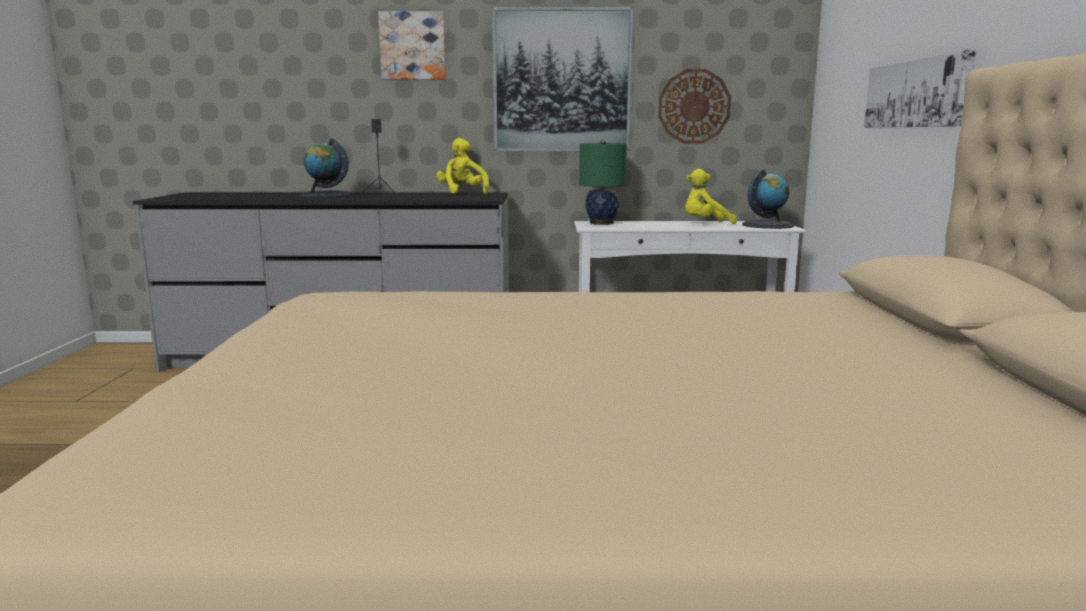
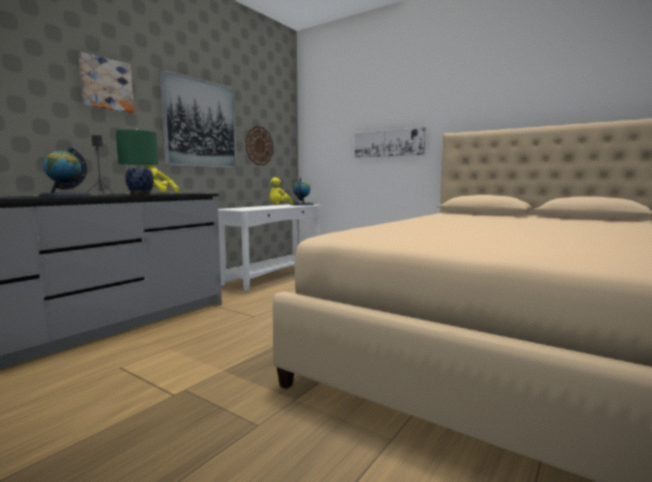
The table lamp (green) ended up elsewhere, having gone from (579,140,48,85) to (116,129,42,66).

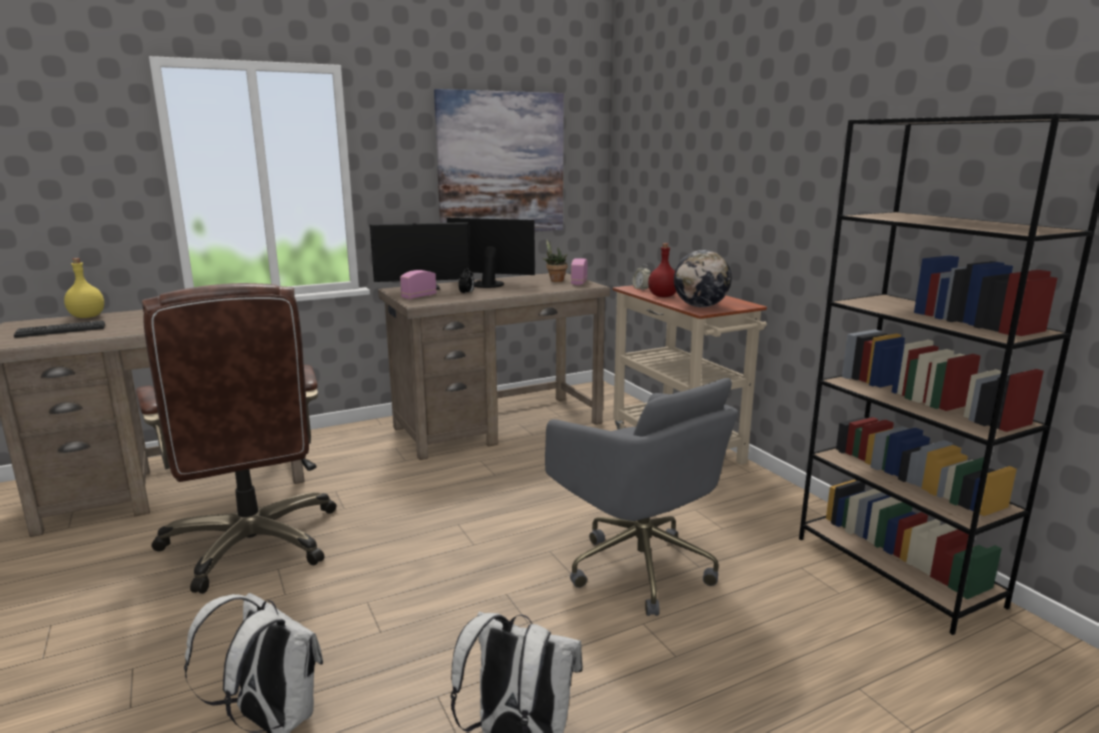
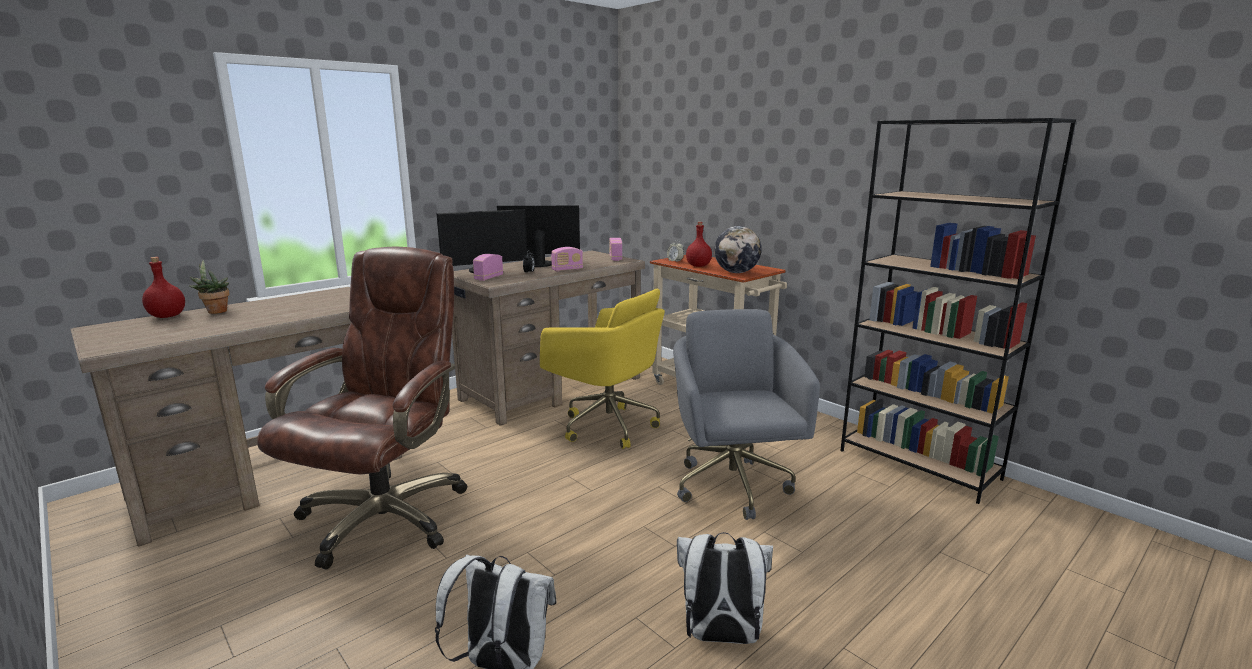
What was the bottle (yellow) at (64,258,40,60) turned into the bottle (red) at (142,257,43,61). The potted plant ended up elsewhere, having gone from (543,239,25,43) to (190,260,40,54). The office chair (brown) at (135,283,202,311) ended up facing another way, 120 degrees counterclockwise from before. The second view gained the office chair (yellow) at (540,289,125,160). The second view gained the radio at (551,247,32,24). The office chair (grey) at (545,378,193,238) ended up facing another way, 135 degrees counterclockwise from before. The second view lost the keyboard at (14,320,91,18). The second view lost the picture at (434,89,130,143).

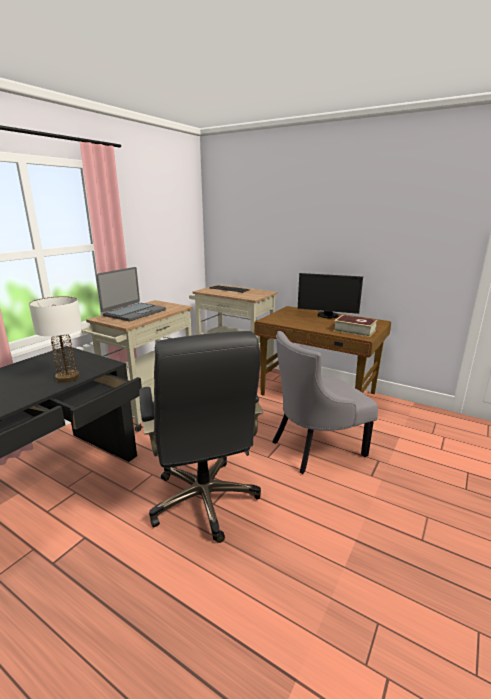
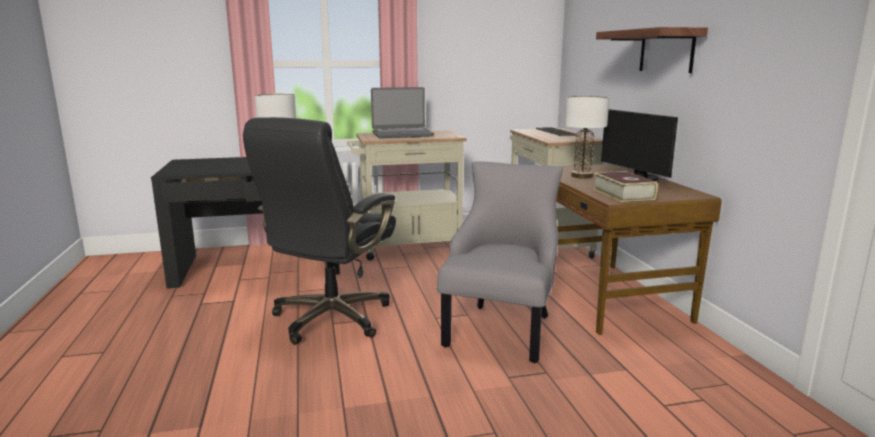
The chair (grey) at (272,331,106,143) ended up facing another way, 90 degrees clockwise from before. The second view gained the table lamp at (565,96,44,83). The second view gained the shelf at (596,27,112,46).

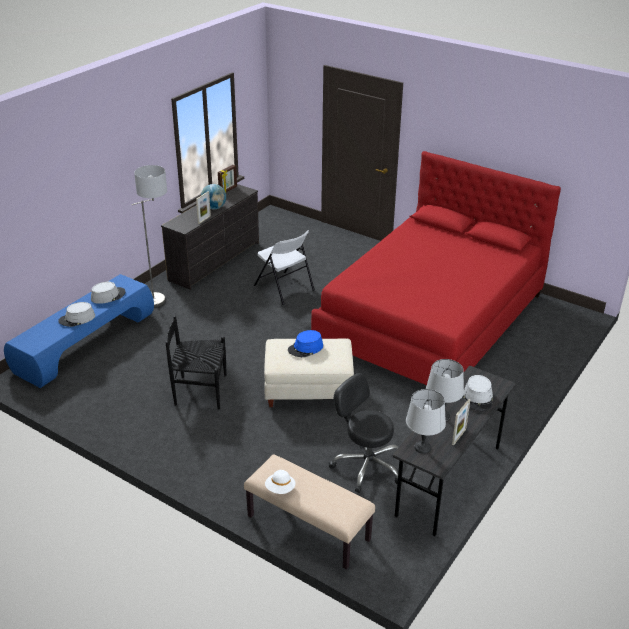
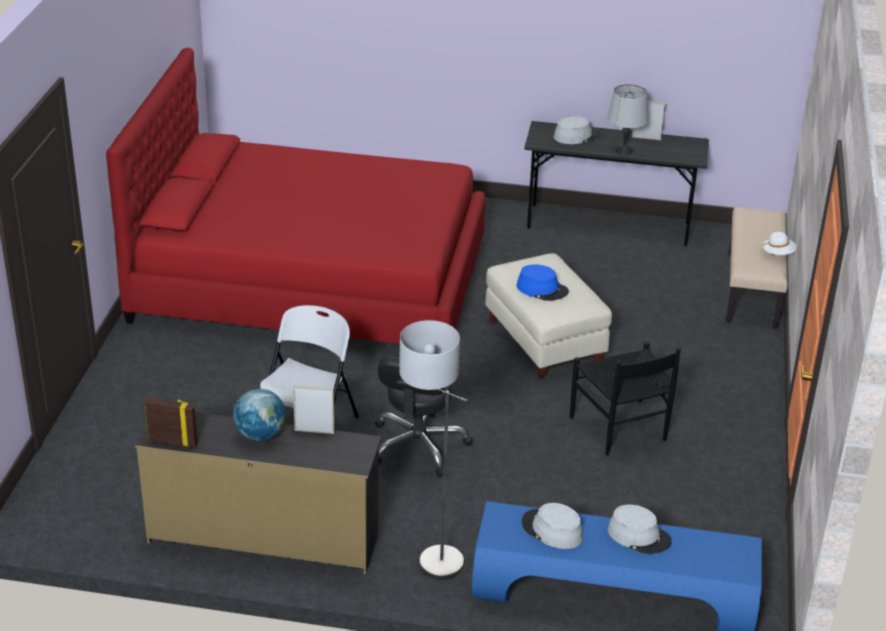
The office chair (black) ended up elsewhere, having gone from (329,373,73,120) to (375,357,98,120). The second view lost the table lamp (grey) at (406,389,40,65).

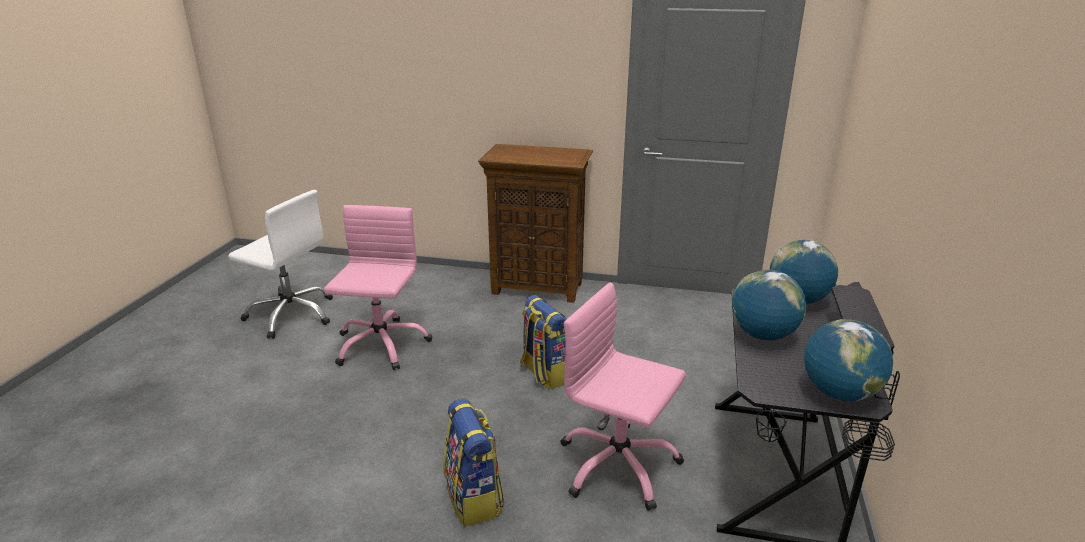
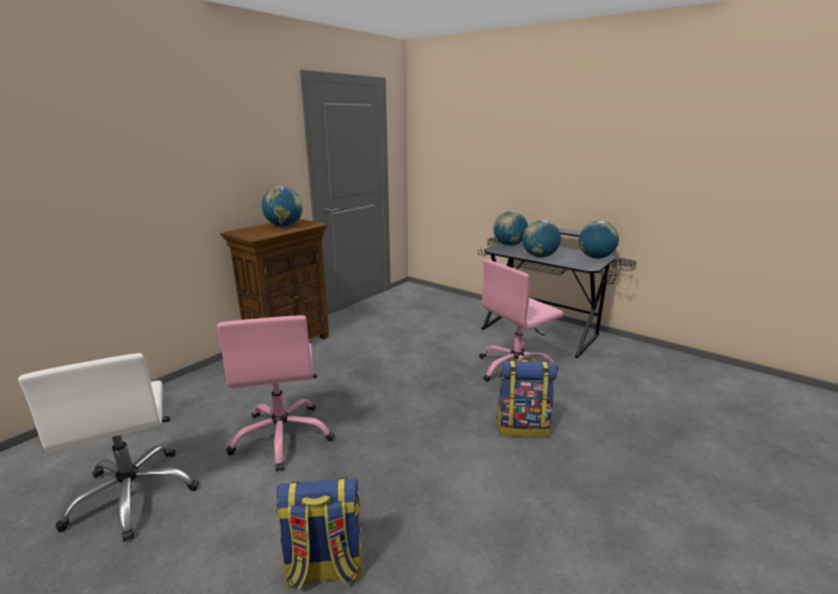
The office chair (white) at (228,190,105,149) ended up facing another way, 105 degrees clockwise from before. The office chair (pink) at (324,205,108,165) ended up facing another way, 135 degrees counterclockwise from before. The second view gained the globe at (262,186,41,41). The backpack ended up elsewhere, having gone from (520,295,46,95) to (276,478,87,112).

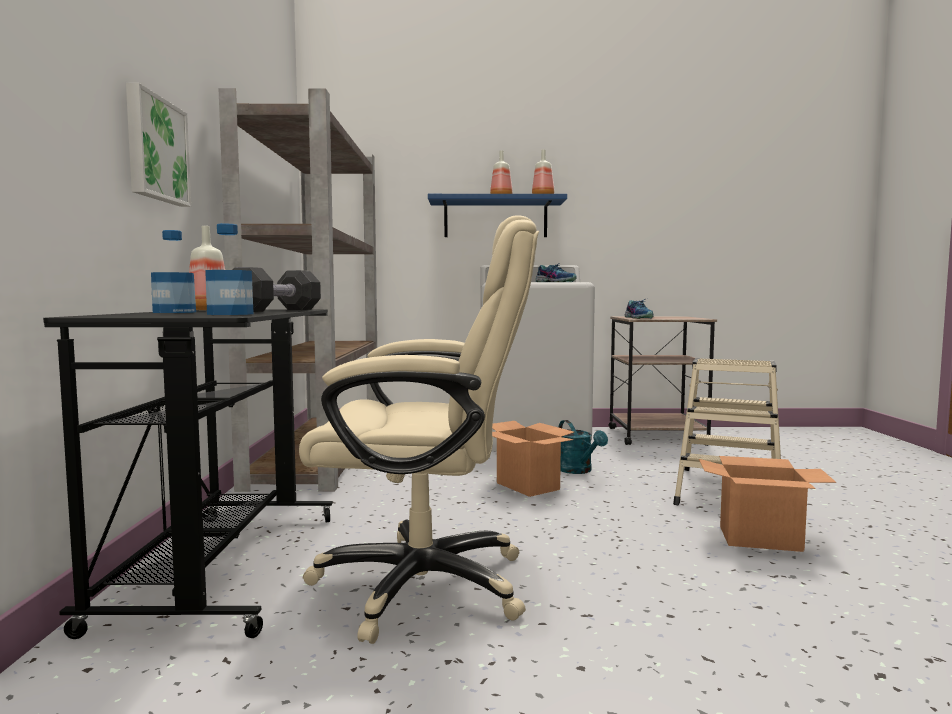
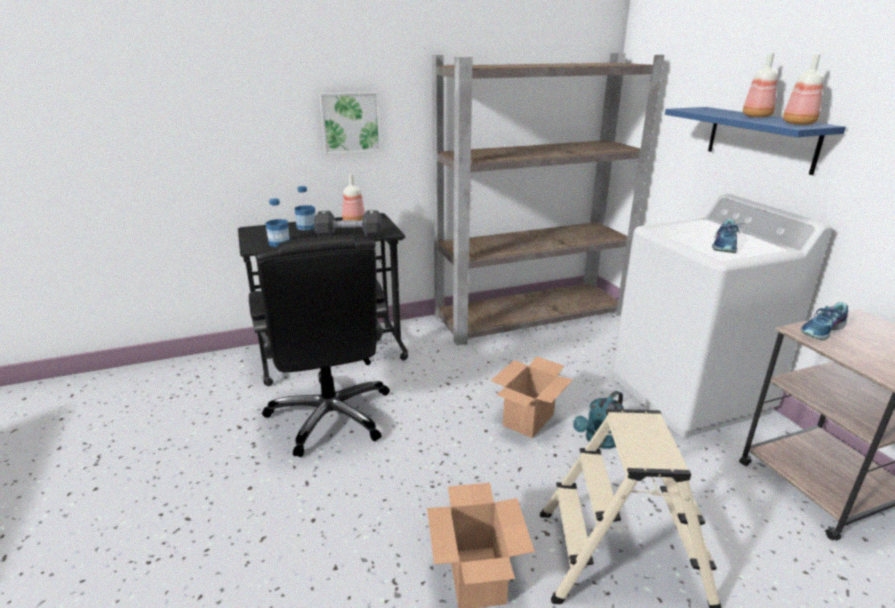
What was the office chair (beige) at (299,215,240,429) turned into the office chair (black) at (249,235,141,222).

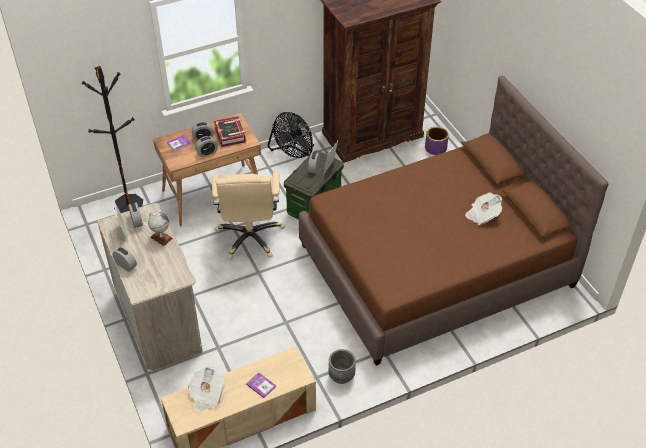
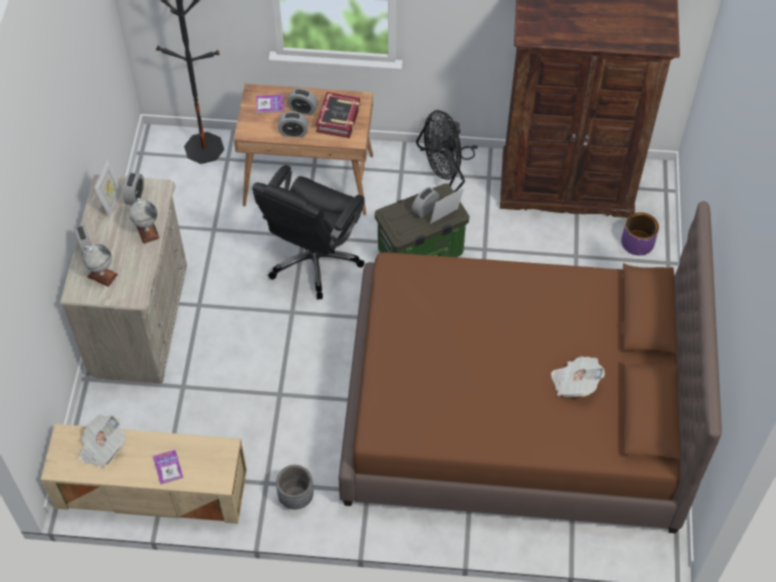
The second view gained the globe at (82,244,36,43). What was the office chair (beige) at (212,171,73,89) turned into the office chair (black) at (252,165,113,134).

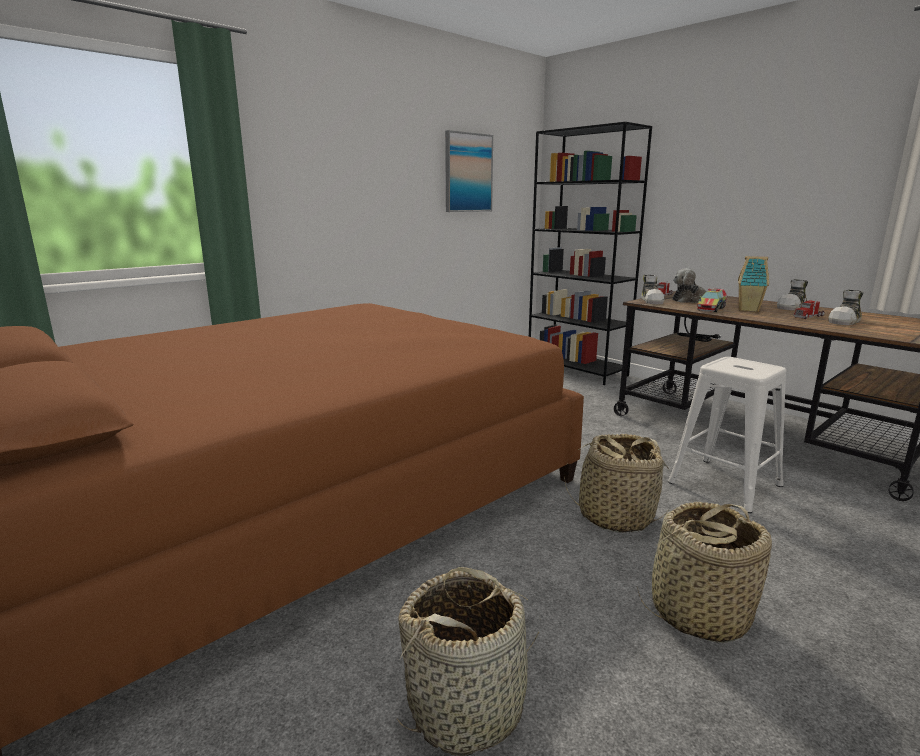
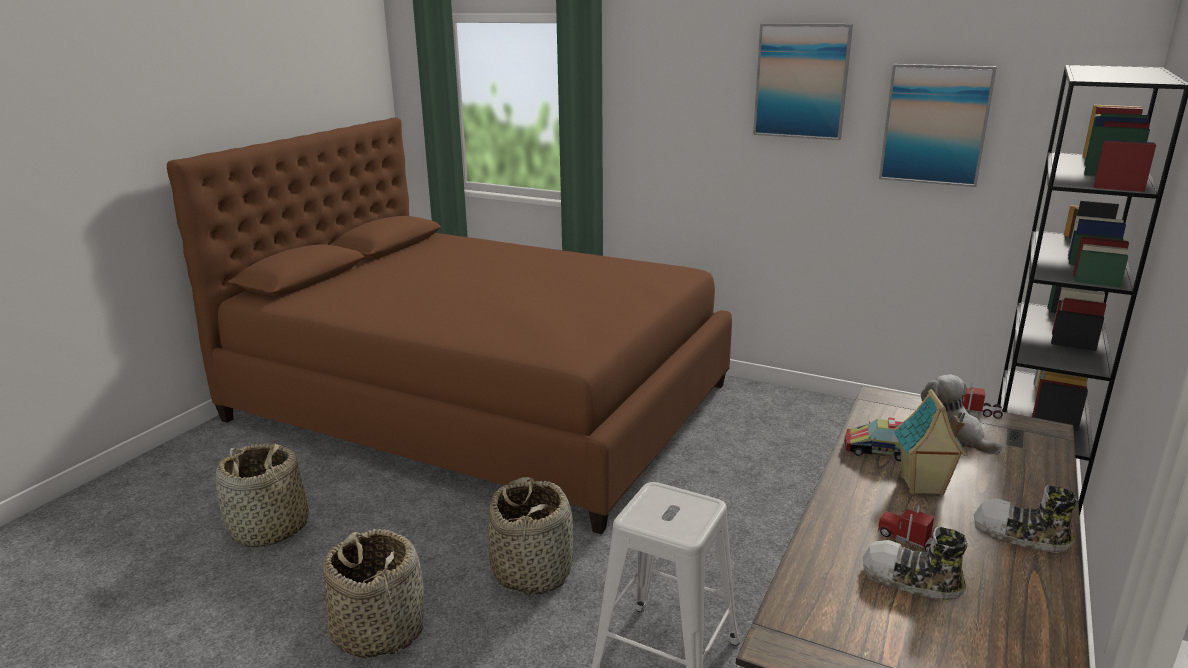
The second view gained the picture at (753,23,100,117). The second view lost the shoe at (641,275,24,29).

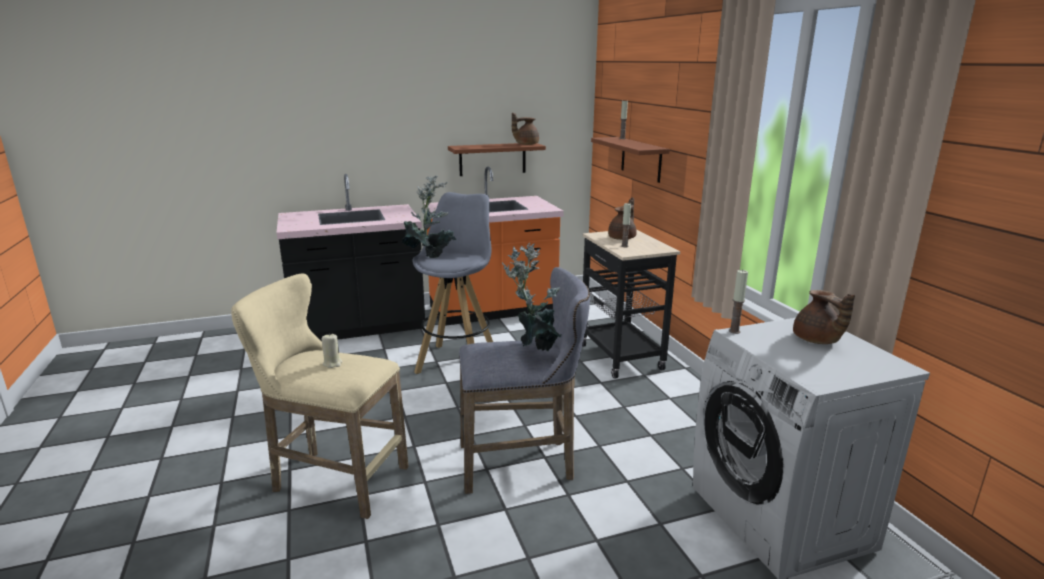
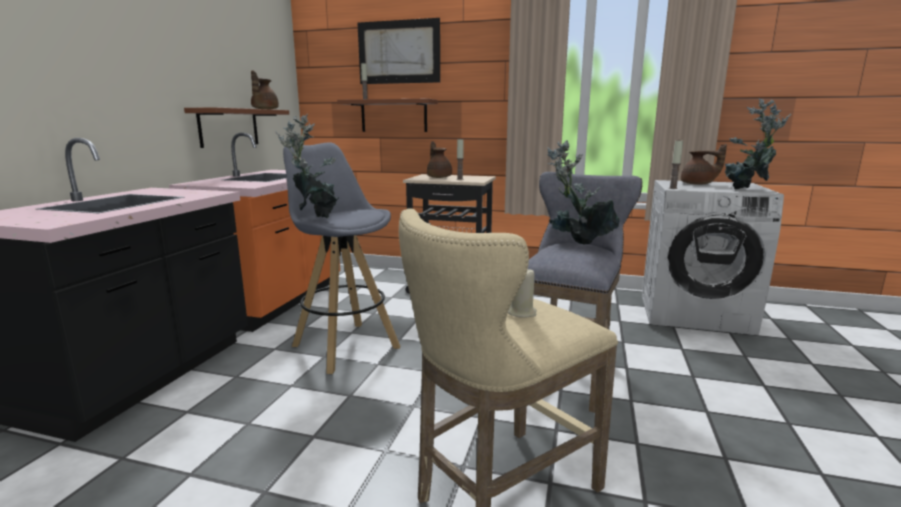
The second view gained the picture at (357,18,83,66). The second view gained the potted plant at (725,98,66,91).

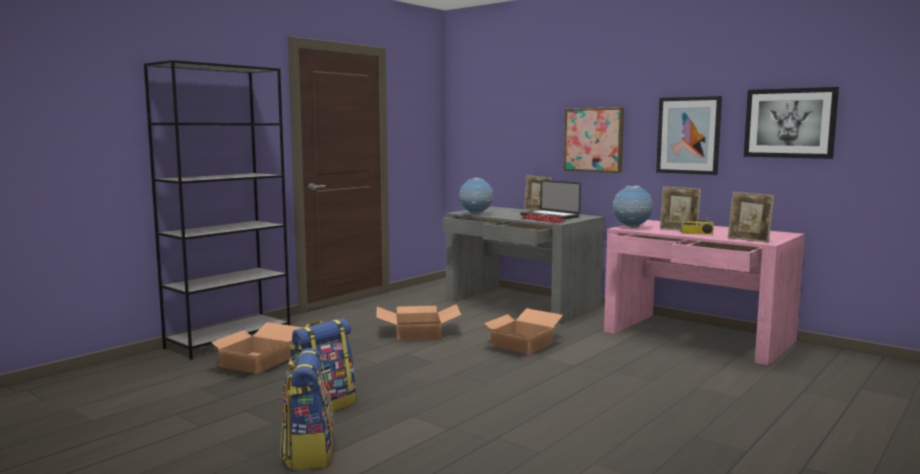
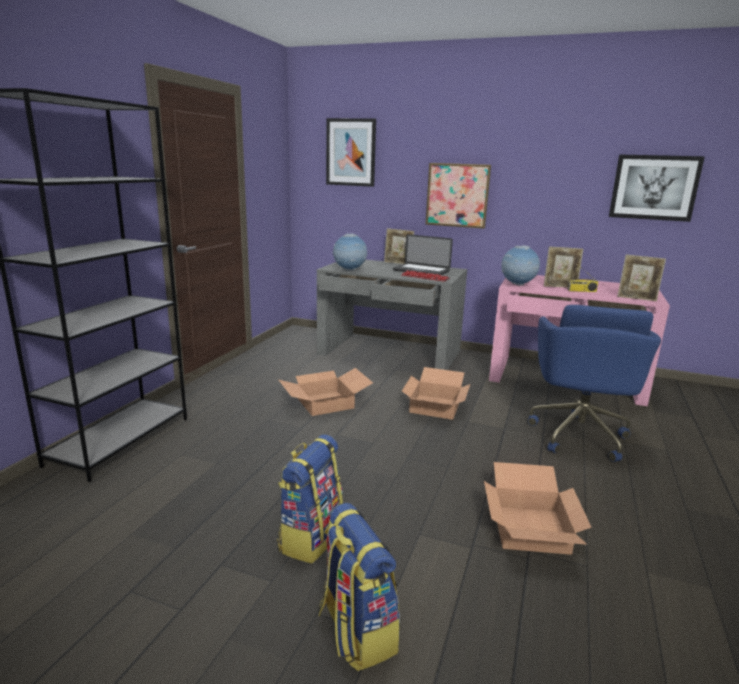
The picture ended up elsewhere, having gone from (656,96,66,79) to (326,118,50,69). The cardboard box ended up elsewhere, having gone from (206,322,97,52) to (484,462,108,93). The second view gained the office chair (blue) at (528,305,133,157).

